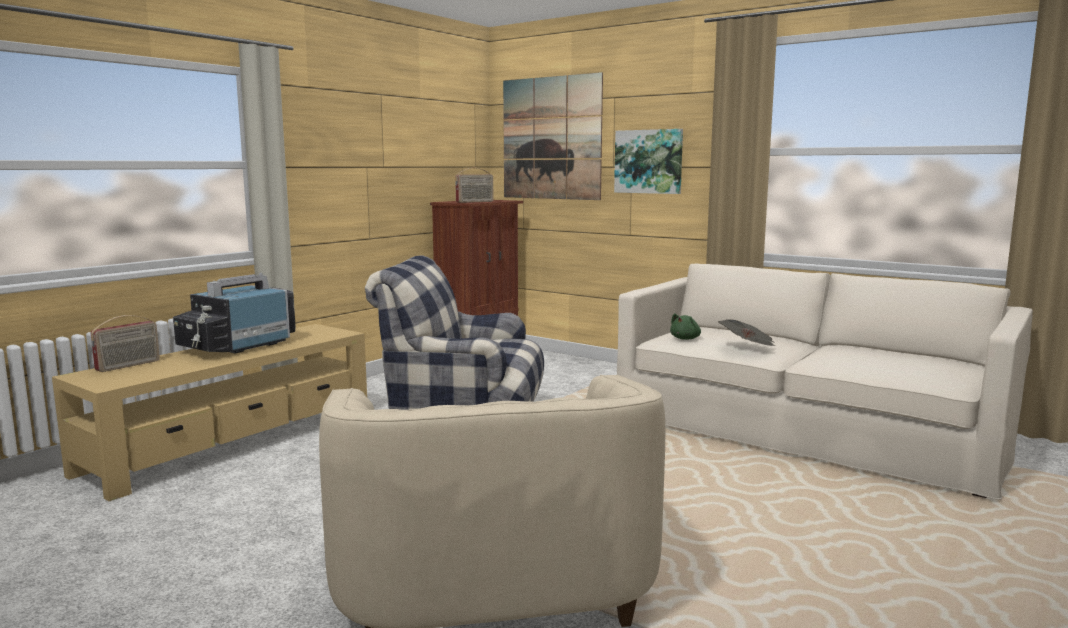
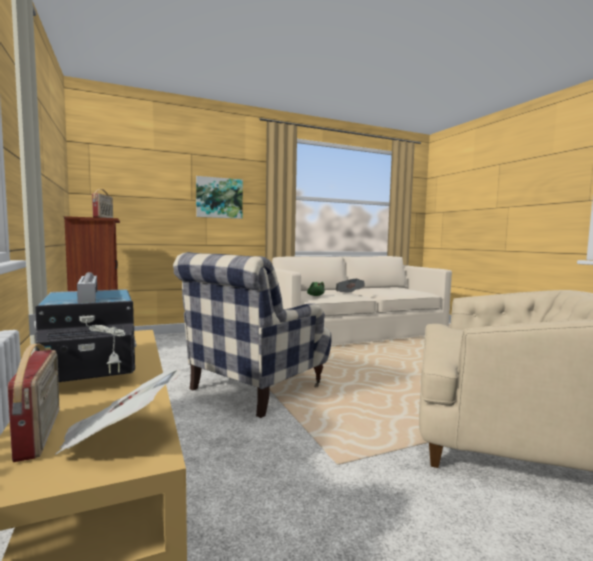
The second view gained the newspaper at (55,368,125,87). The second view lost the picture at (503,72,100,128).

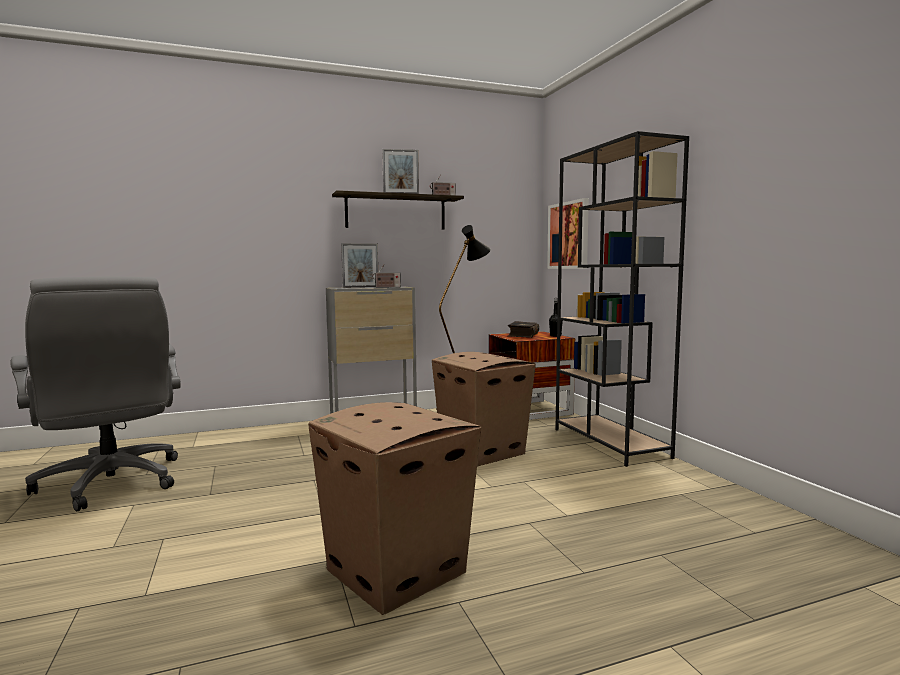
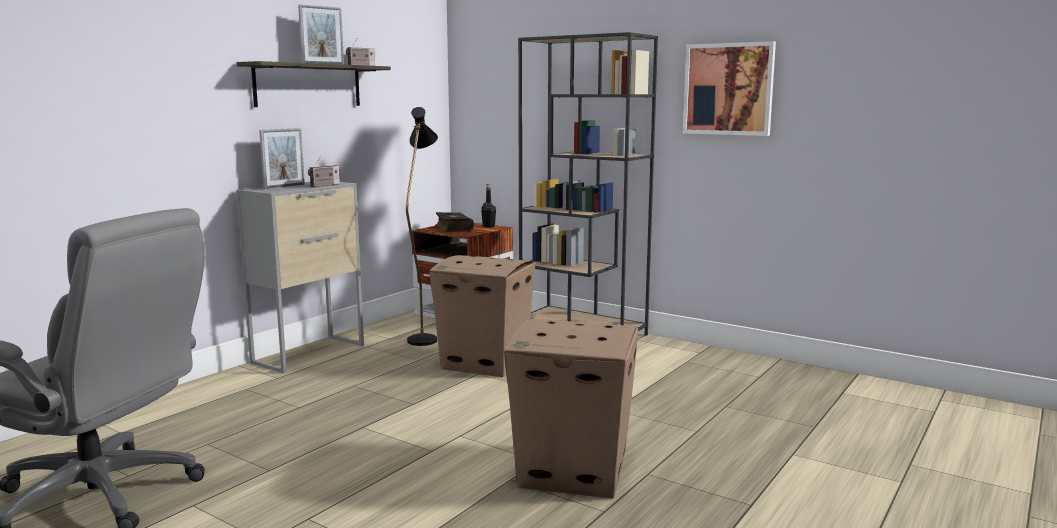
The picture ended up elsewhere, having gone from (547,198,42,71) to (683,41,93,95).

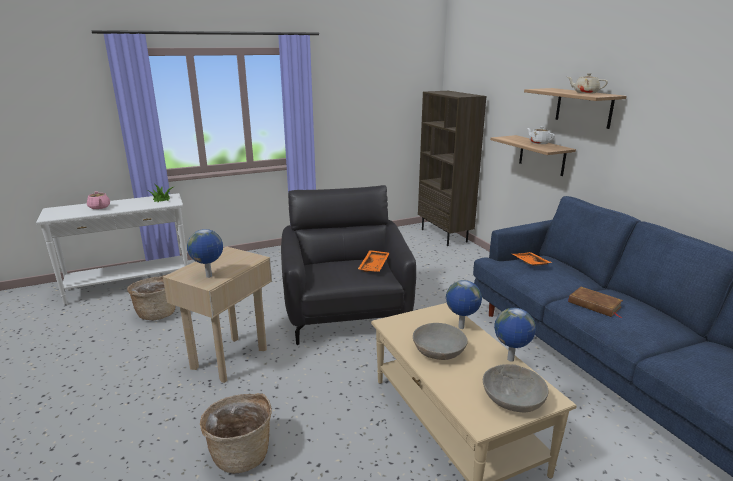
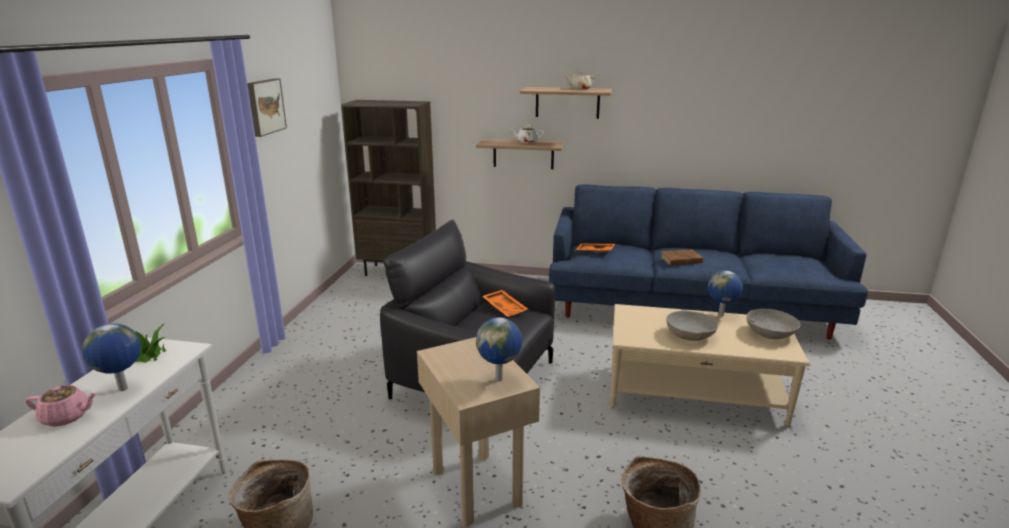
The globe ended up elsewhere, having gone from (446,280,36,49) to (82,323,59,68). The second view gained the picture at (247,78,40,59).

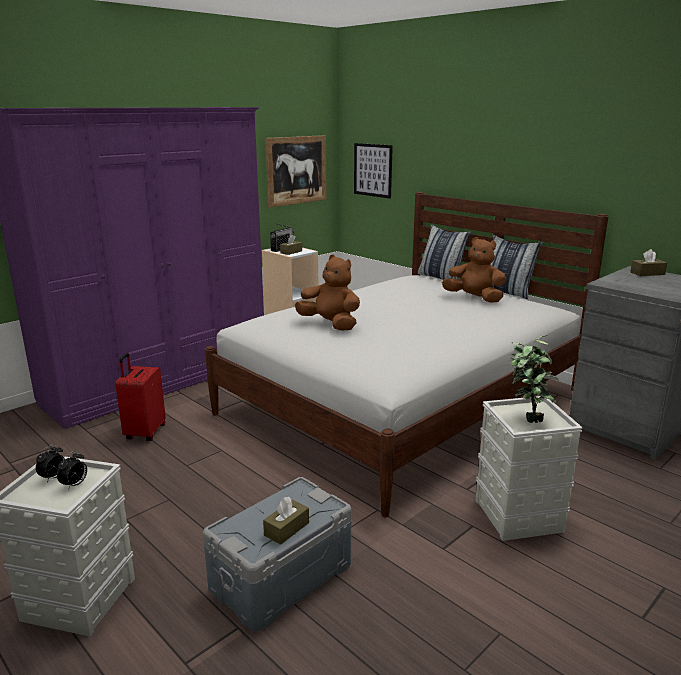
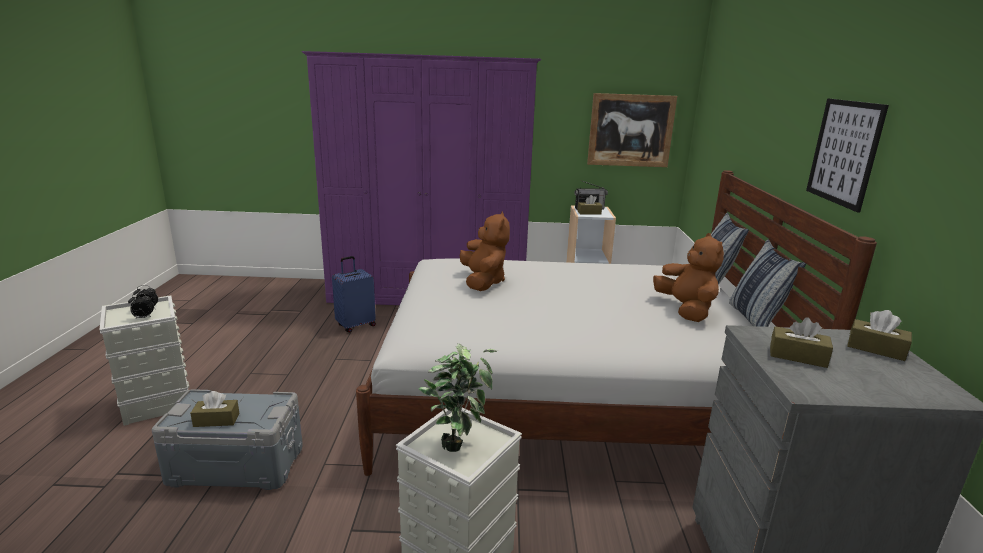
What was the suitcase (red) at (115,353,51,88) turned into the suitcase (blue) at (332,256,44,77). The second view gained the tissue box (brown) at (770,317,63,51). The picture ended up elsewhere, having gone from (354,143,39,56) to (806,98,83,114).

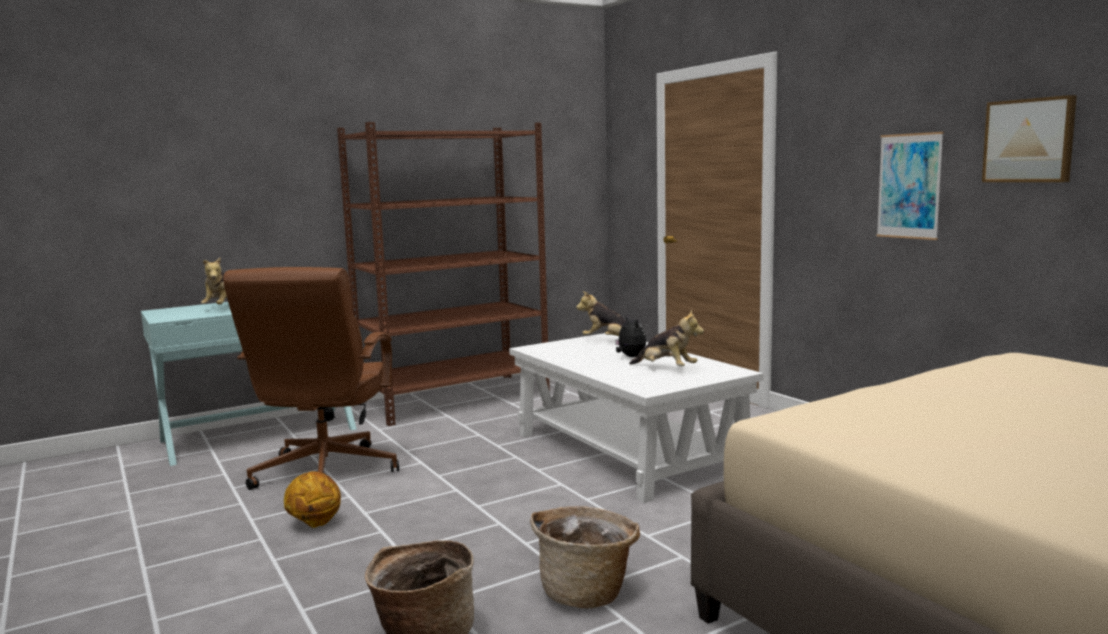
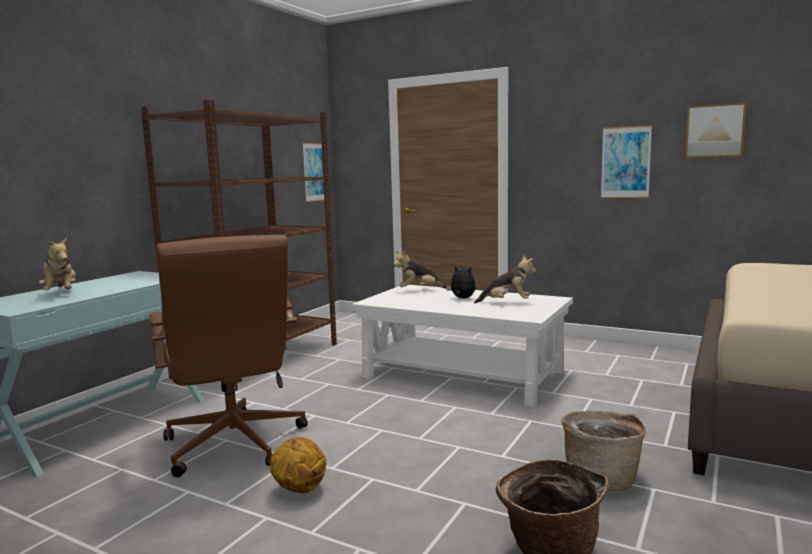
The second view gained the picture at (302,143,26,59).

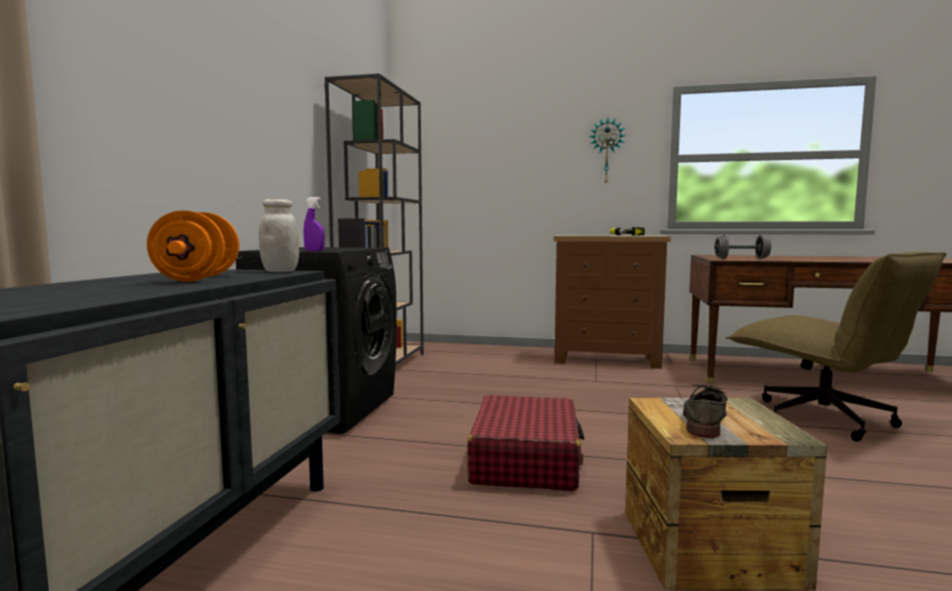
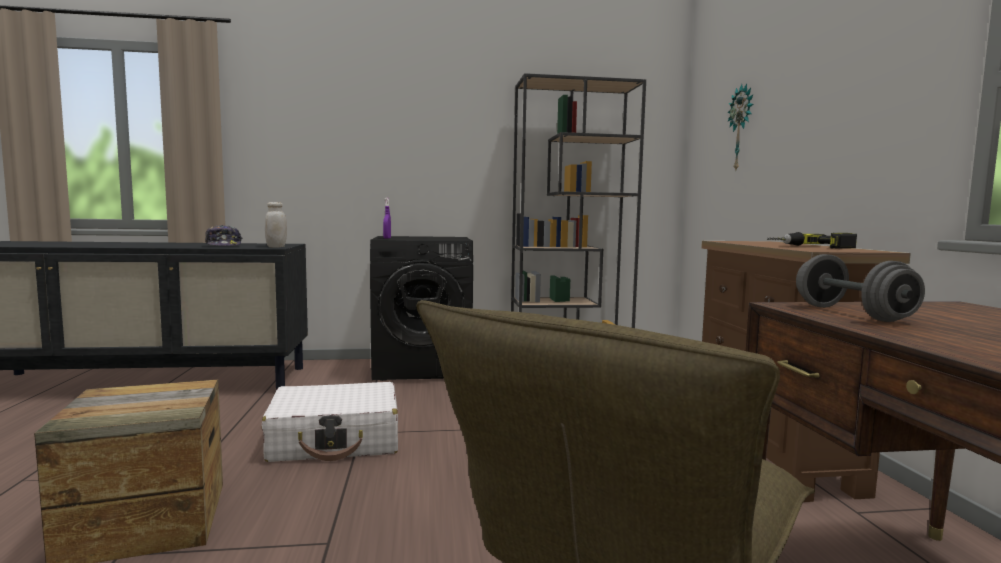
Where the dumbbell (orange) stood at (147,210,92,72), the cap came to stand at (205,225,37,21). What was the suitcase (red) at (467,395,118,96) turned into the suitcase (white) at (262,382,136,80). The wall clock ended up elsewhere, having gone from (589,118,37,65) to (727,84,26,86). The second view lost the shoe (grey) at (683,384,45,54).

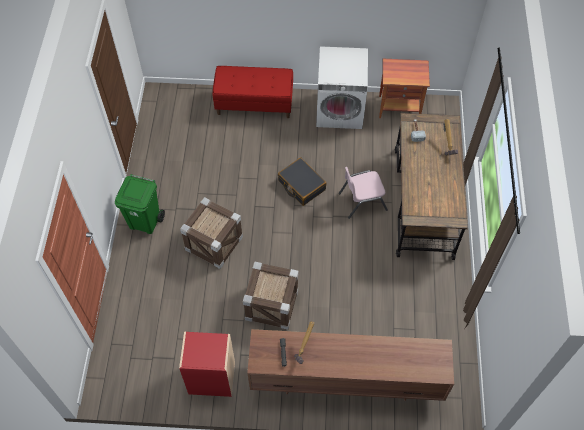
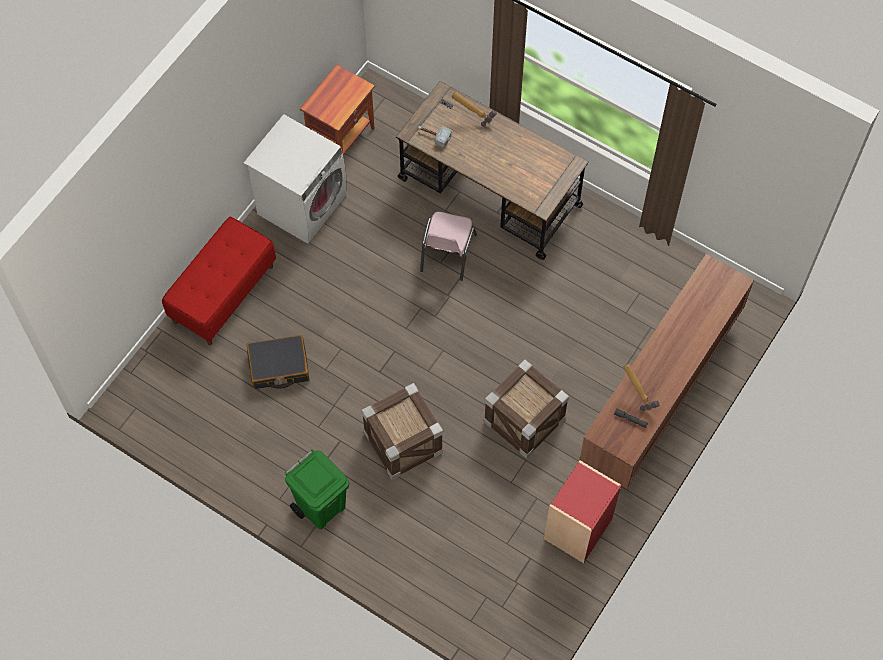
The suitcase (black) ended up elsewhere, having gone from (278,158,49,48) to (247,335,63,54).

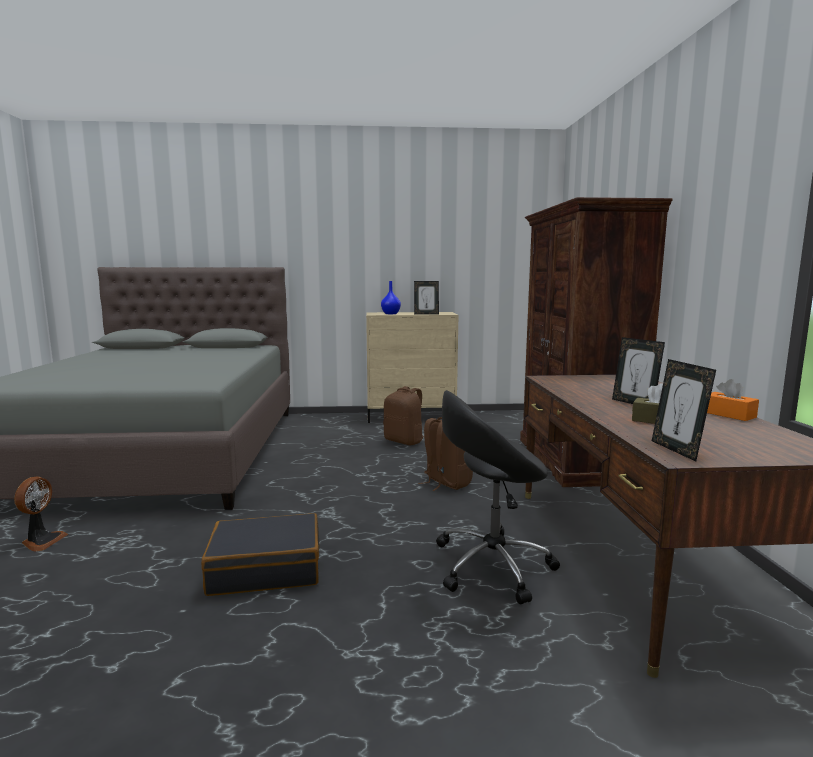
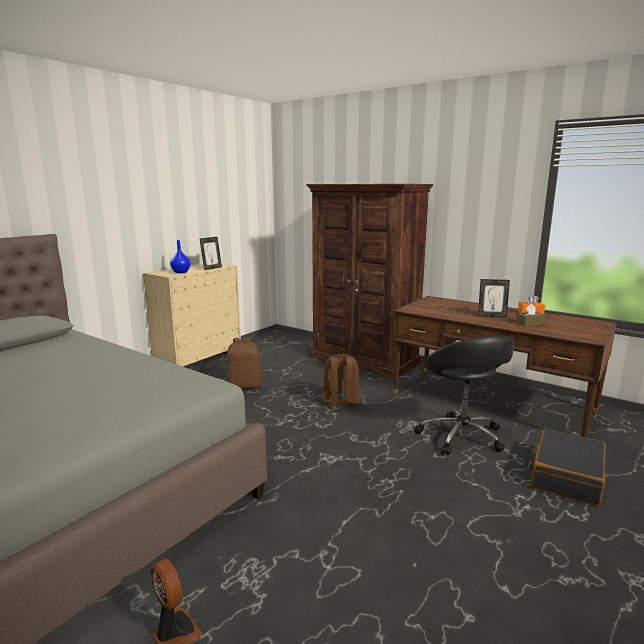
The office chair (black) at (436,390,124,214) ended up facing another way, 45 degrees counterclockwise from before. The suitcase (black) ended up elsewhere, having gone from (201,513,118,83) to (530,429,76,77). The second view lost the picture frame at (652,359,64,102).

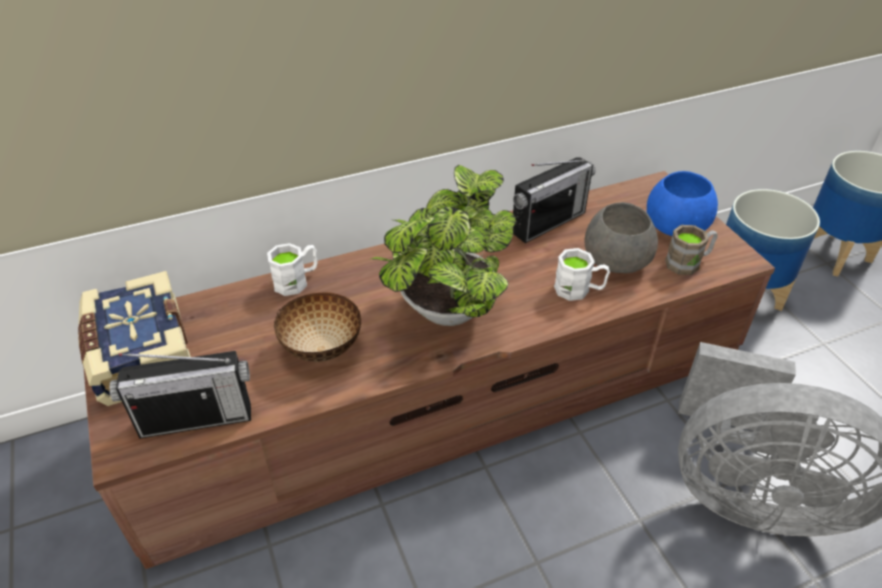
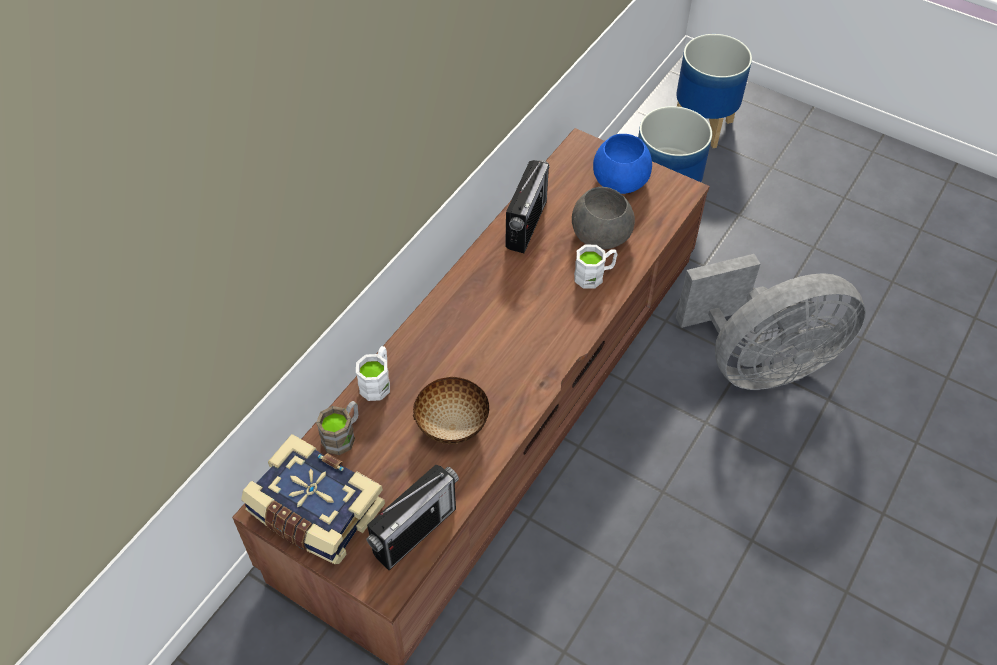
The mug (brown) ended up elsewhere, having gone from (665,225,52,50) to (316,401,42,54). The second view lost the potted plant at (369,165,147,161).

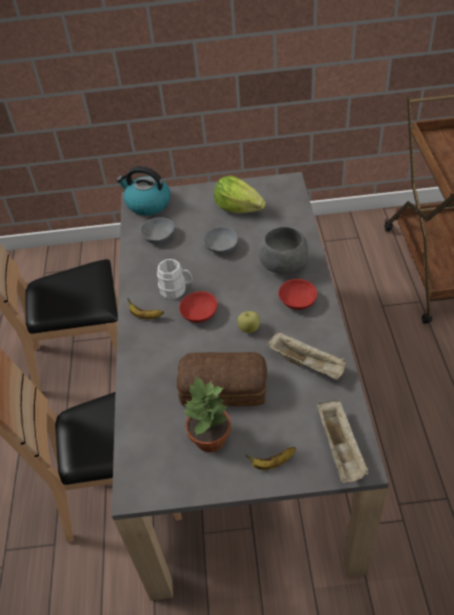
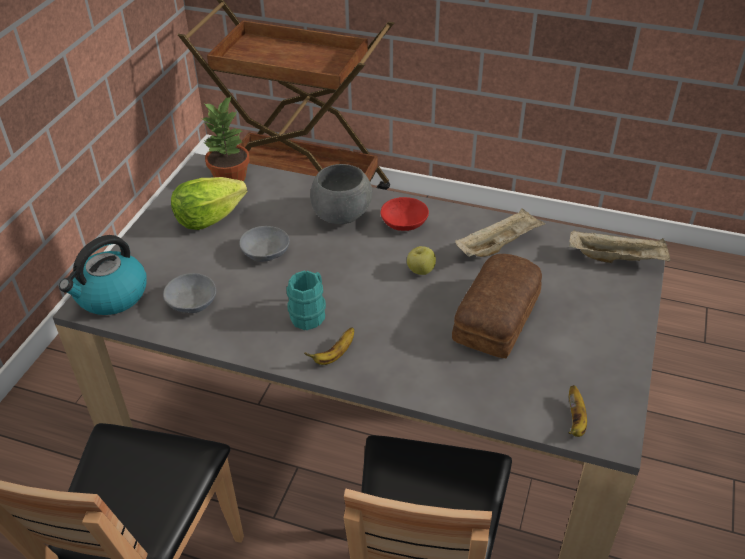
The potted plant ended up elsewhere, having gone from (182,376,49,76) to (202,95,48,86). What was the mug (white) at (157,259,36,40) turned into the mug (turquoise) at (287,270,39,60). The banana ended up elsewhere, having gone from (245,447,51,23) to (568,385,19,52). The second view lost the bowl (red) at (179,291,38,32).

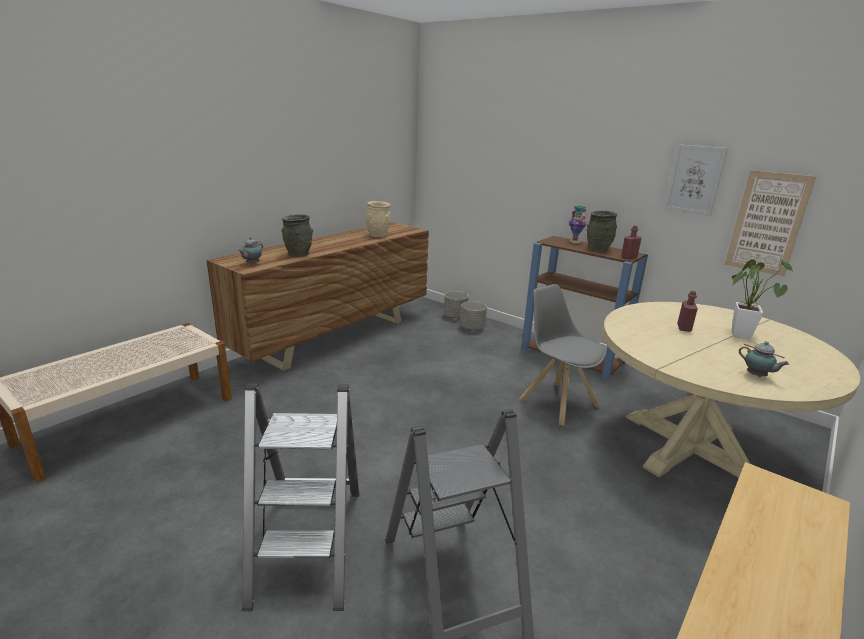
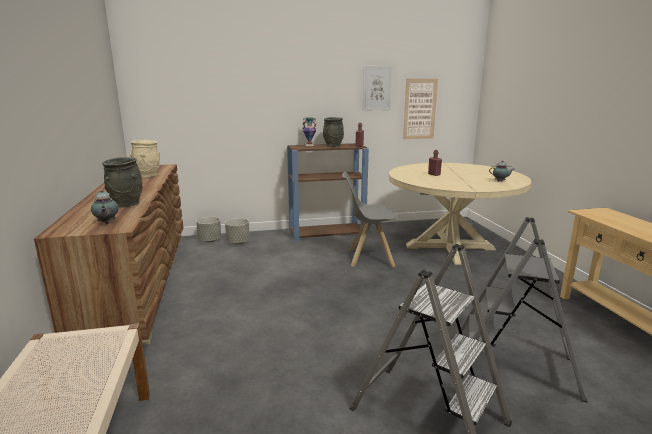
The second view lost the potted plant at (732,259,61,81).

